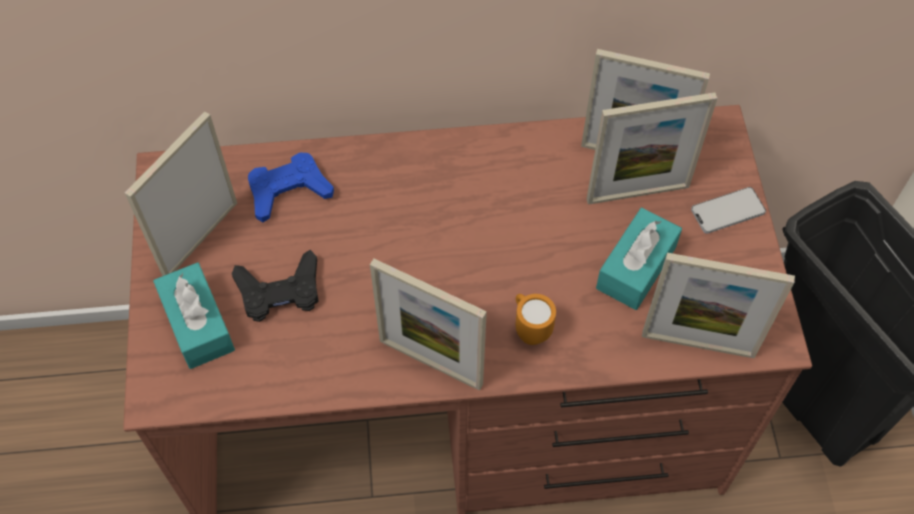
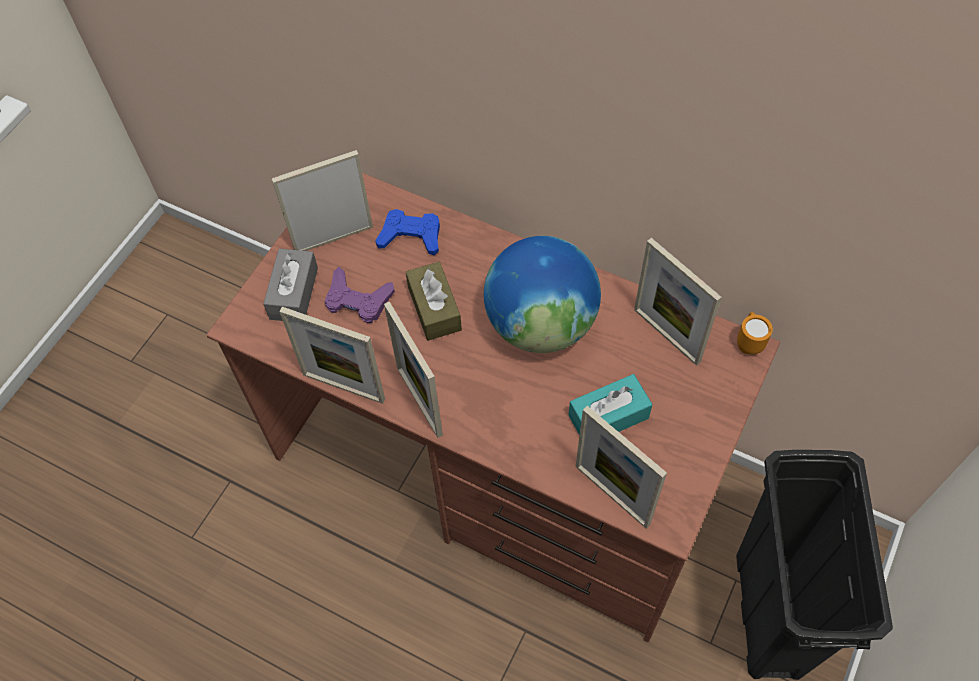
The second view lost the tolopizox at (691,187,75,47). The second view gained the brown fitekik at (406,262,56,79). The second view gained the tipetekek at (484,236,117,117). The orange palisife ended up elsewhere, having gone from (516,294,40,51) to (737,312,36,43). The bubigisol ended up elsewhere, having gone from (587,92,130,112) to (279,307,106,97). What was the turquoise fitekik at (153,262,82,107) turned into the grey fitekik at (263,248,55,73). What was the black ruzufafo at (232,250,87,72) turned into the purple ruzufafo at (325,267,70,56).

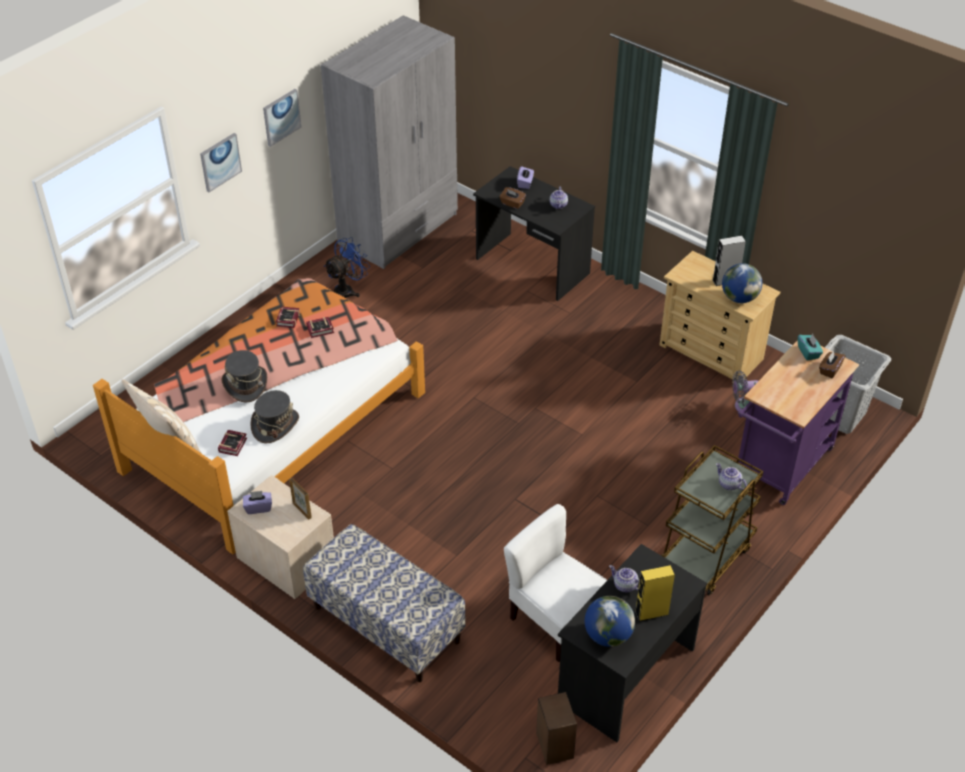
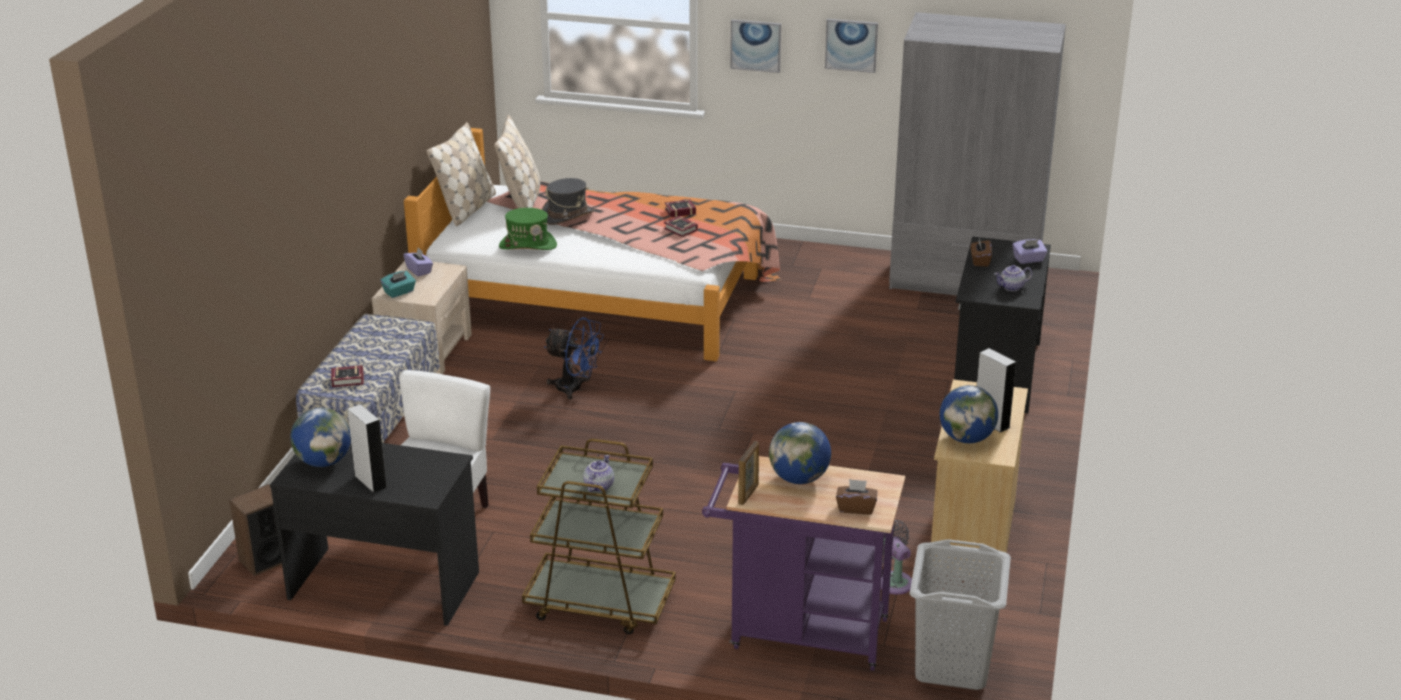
The second view lost the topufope at (609,565,31,28). The second view gained the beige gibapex at (494,115,46,93). The second view gained the tipetekek at (769,422,62,62). The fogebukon ended up elsewhere, having gone from (218,430,29,26) to (331,365,33,22). The bubigisol ended up elsewhere, having gone from (289,478,23,42) to (738,441,21,64). The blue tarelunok ended up elsewhere, having gone from (324,237,46,61) to (544,317,60,83). The turquoise fitekik ended up elsewhere, having gone from (798,334,25,26) to (381,271,35,27). What was the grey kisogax at (250,390,49,53) turned into the green kisogax at (499,208,58,42). What was the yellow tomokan at (635,565,40,56) turned into the grey tomokan at (347,404,40,89).

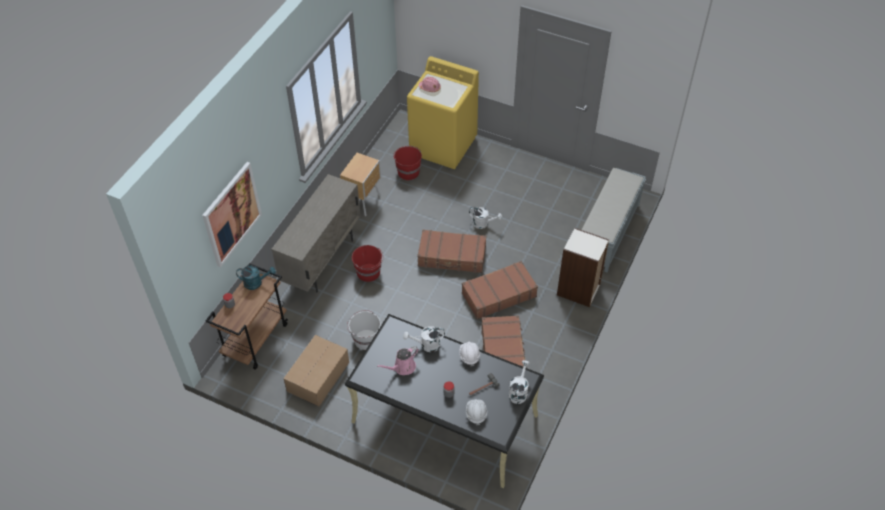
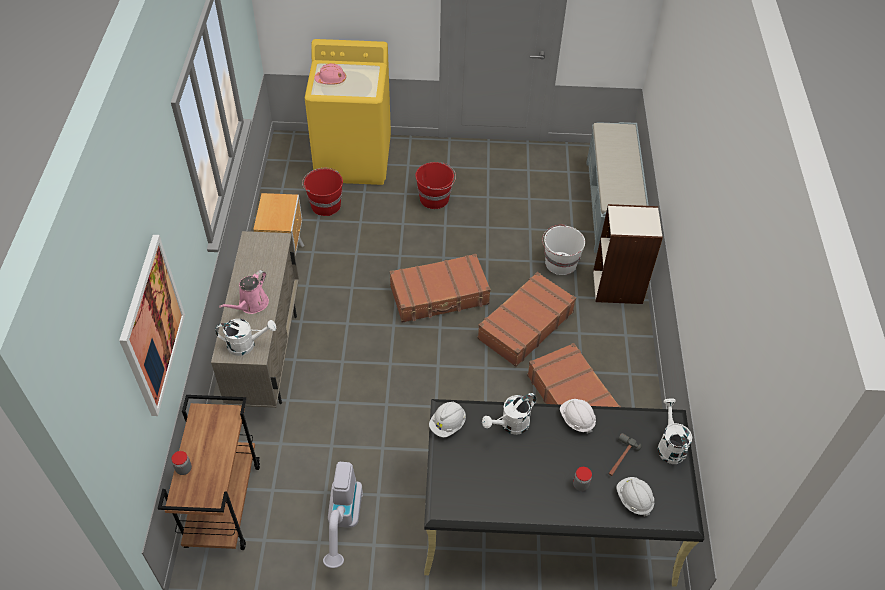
The second view lost the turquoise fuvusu at (236,266,40,24). The second view gained the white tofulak at (429,402,37,35). The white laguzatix ended up elsewhere, having gone from (347,310,34,40) to (542,225,43,50). The red laguzatix ended up elsewhere, having gone from (352,245,32,37) to (415,162,41,47). The pink fuvusu ended up elsewhere, having gone from (377,346,42,29) to (219,270,50,44). The white fuvusu ended up elsewhere, having gone from (469,207,33,22) to (215,319,61,37). Where the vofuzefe stood at (283,335,66,72), the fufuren came to stand at (323,462,40,106).

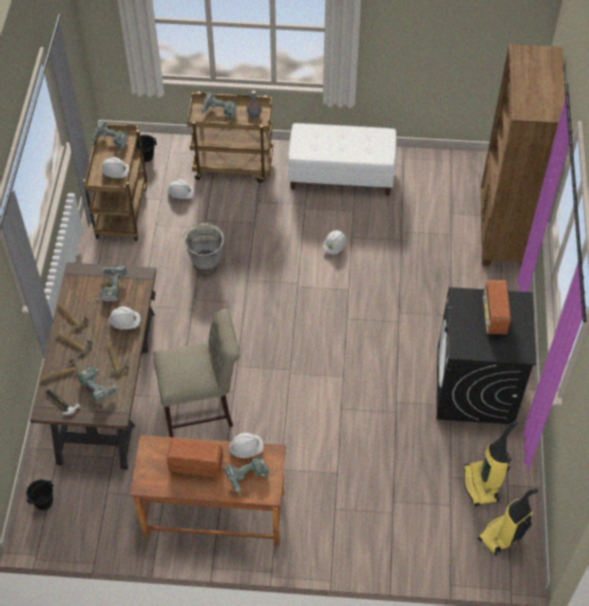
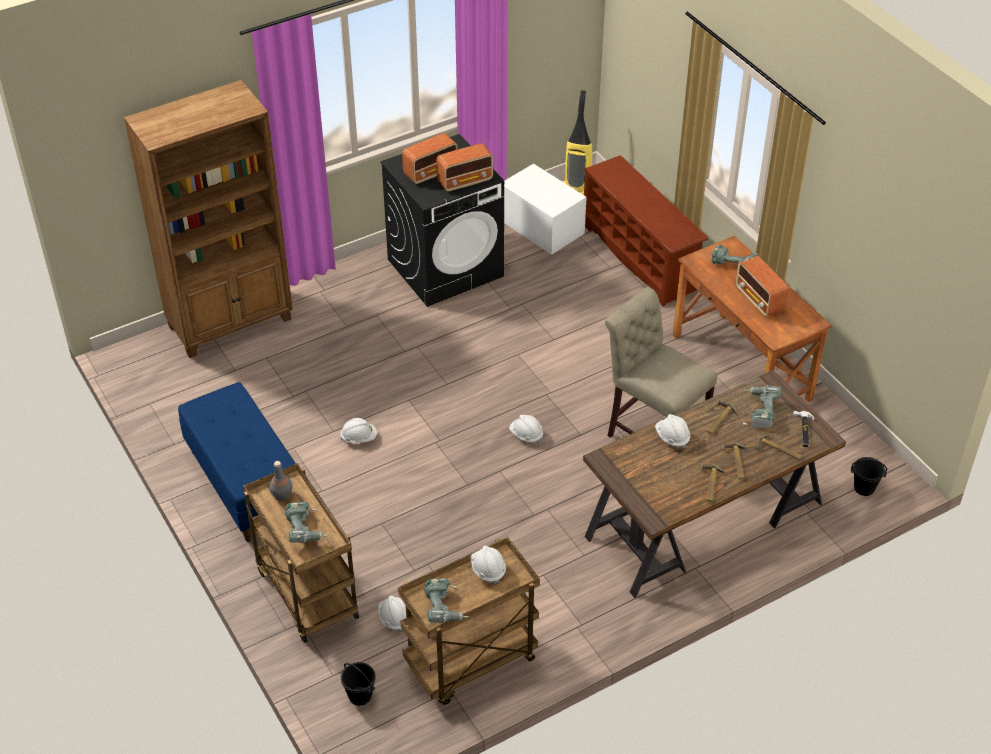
The second view lost the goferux at (96,266,30,35). The second view lost the grey laguzatix at (183,220,43,53). The second view gained the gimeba at (436,143,57,49). The second view gained the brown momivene at (583,155,125,152). The white tofulak ended up elsewhere, having gone from (229,433,35,25) to (509,415,34,28). Where the fufuren stood at (463,421,54,85), the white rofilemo came to stand at (504,164,83,91). What was the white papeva at (288,123,109,72) turned into the blue papeva at (178,382,118,160).

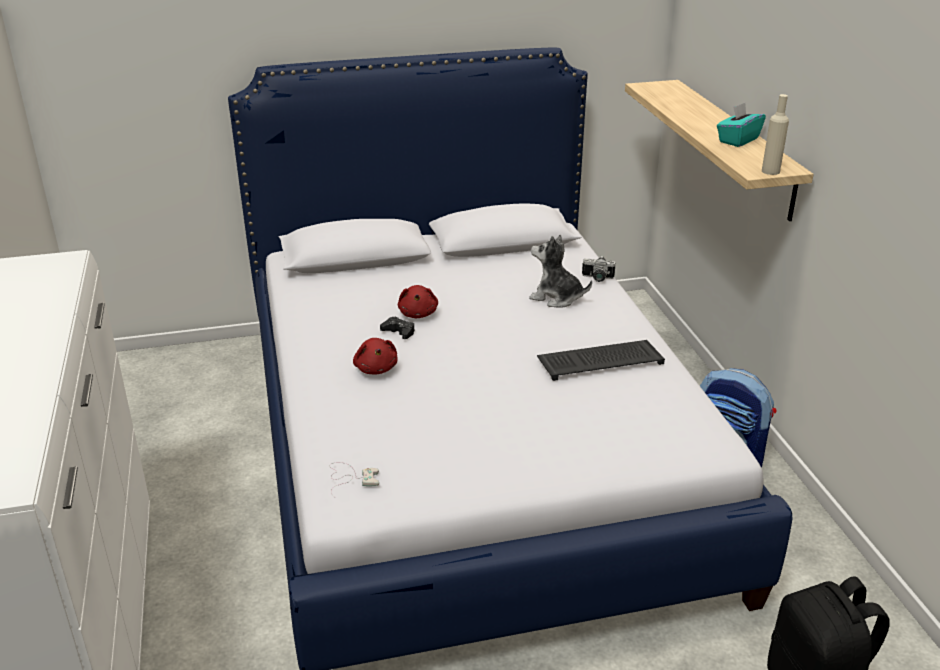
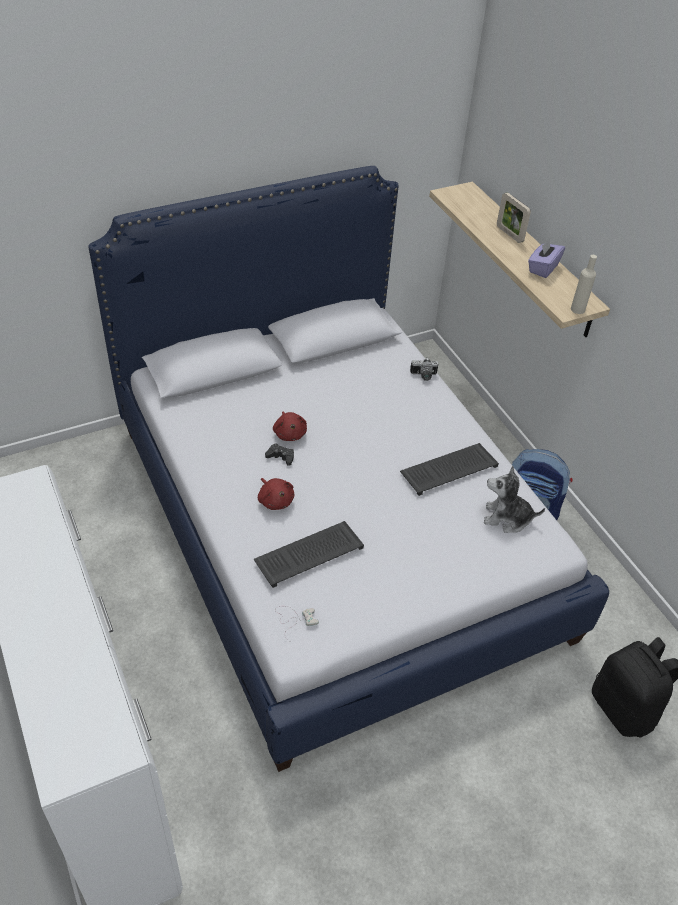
The second view gained the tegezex at (254,521,110,67). The second view gained the bubigisol at (497,192,34,51). The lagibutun ended up elsewhere, having gone from (529,235,63,73) to (484,466,61,67). What was the turquoise fitekik at (717,103,49,44) turned into the purple fitekik at (528,238,37,40).

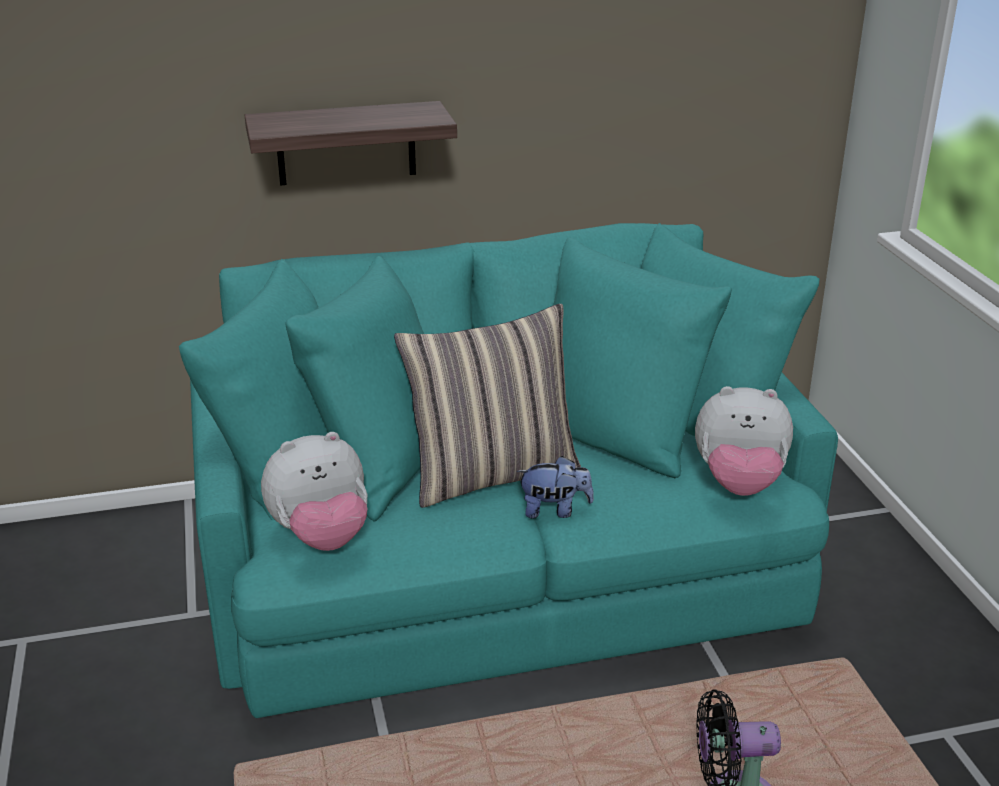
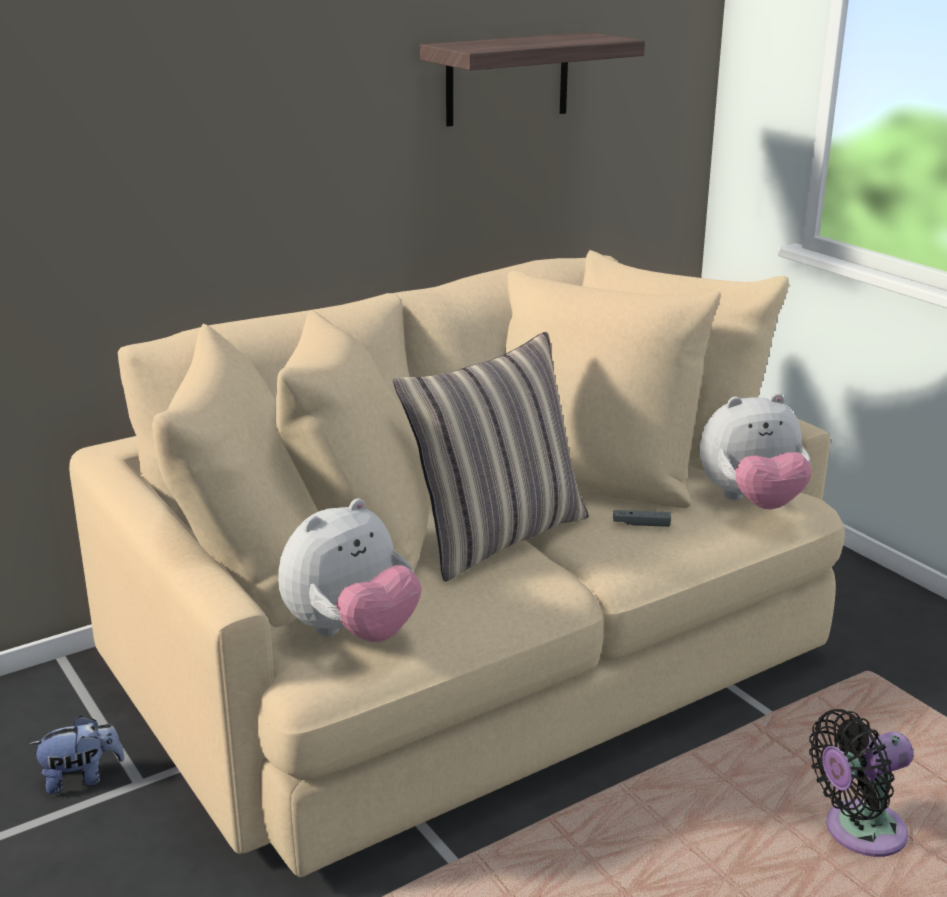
The second view gained the grey ruzufafo at (613,510,58,17). The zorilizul ended up elsewhere, having gone from (245,101,212,85) to (420,32,225,95). The lagibutun ended up elsewhere, having gone from (517,456,77,62) to (28,716,97,78). What was the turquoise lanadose at (179,223,659,495) turned into the beige lanadose at (69,250,776,627).

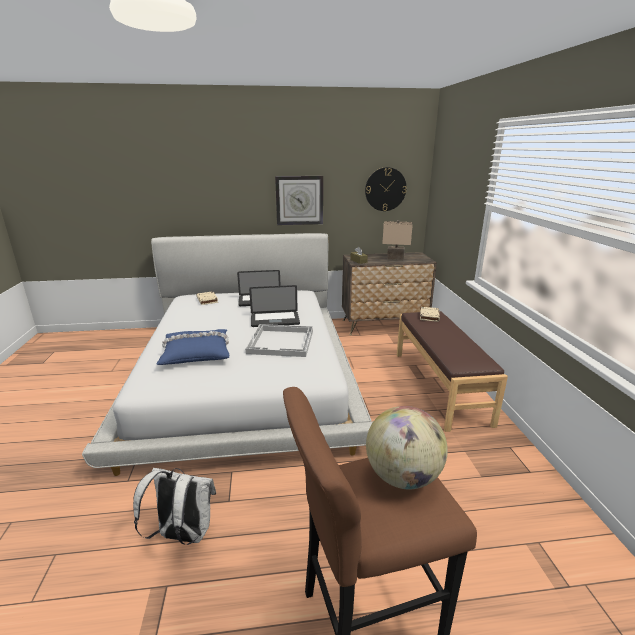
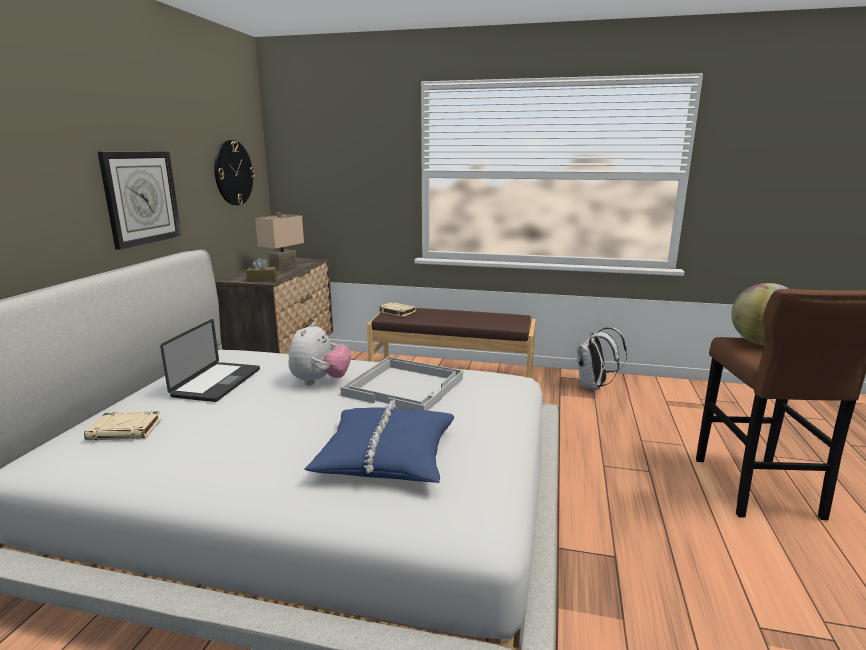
The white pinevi ended up elsewhere, having gone from (133,468,83,77) to (577,327,50,63). Where the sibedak stood at (249,285,51,42), the lagibutun came to stand at (288,322,63,63).

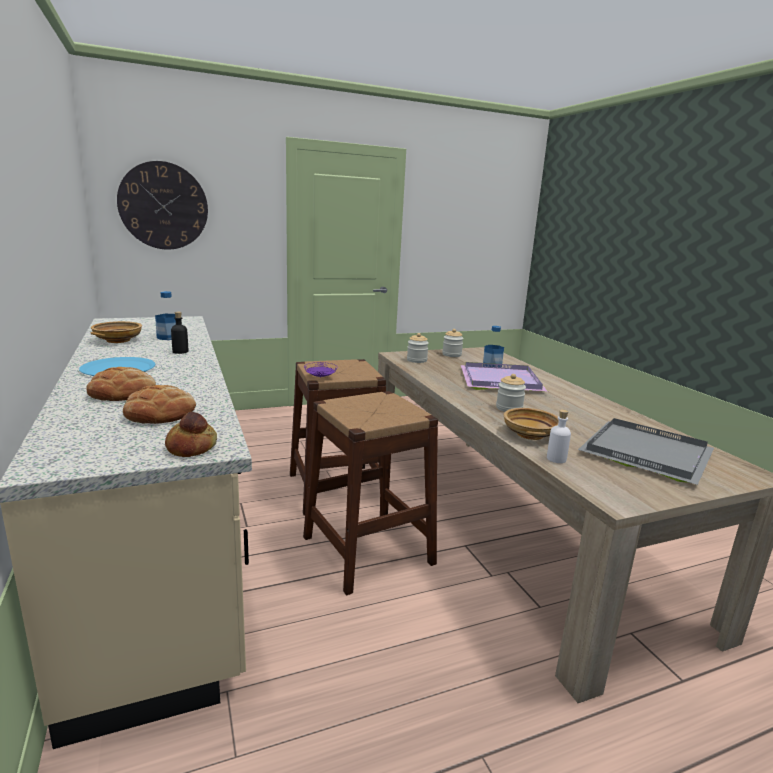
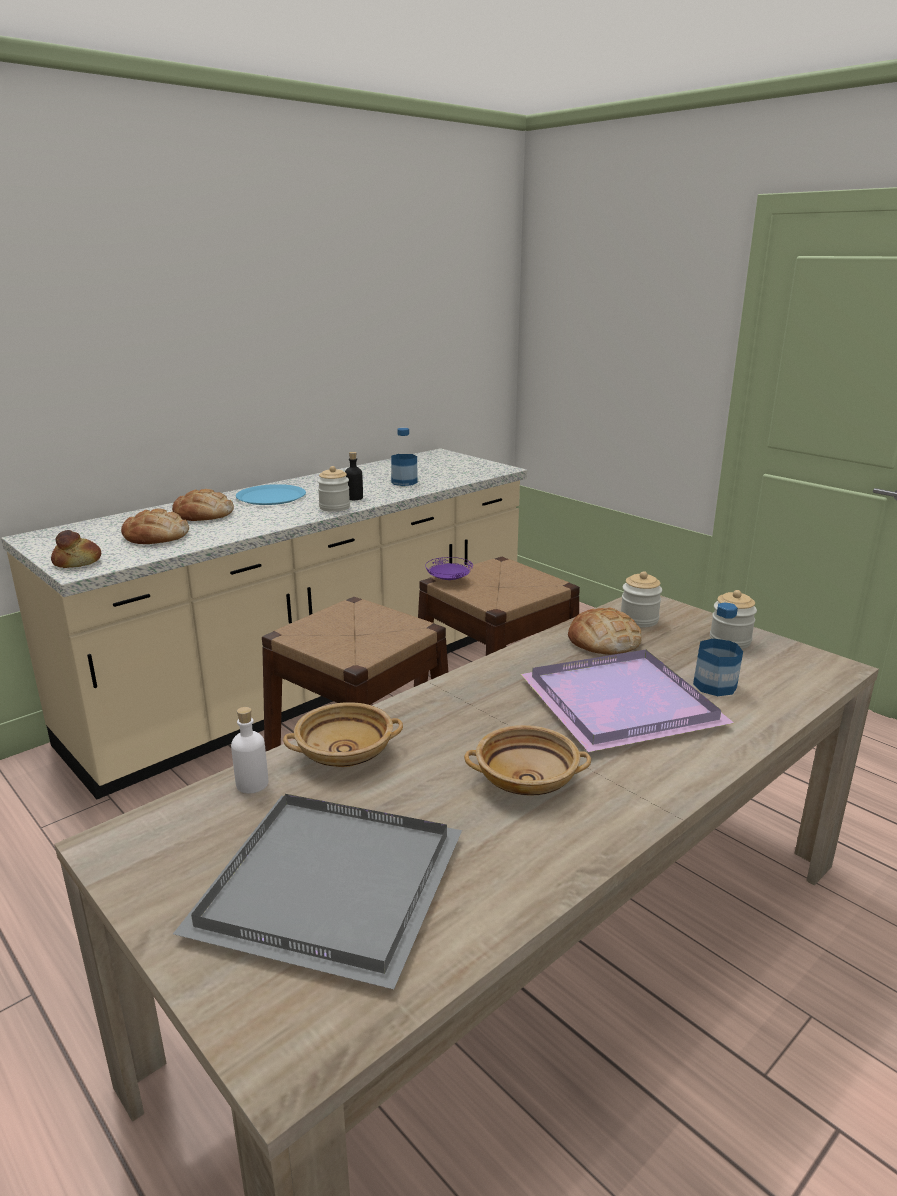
The second view lost the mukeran at (117,161,91,89). The second view gained the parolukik at (568,607,74,48). The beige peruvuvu ended up elsewhere, having gone from (91,321,51,22) to (464,725,127,71). The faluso ended up elsewhere, having gone from (496,374,30,38) to (317,466,33,46).

